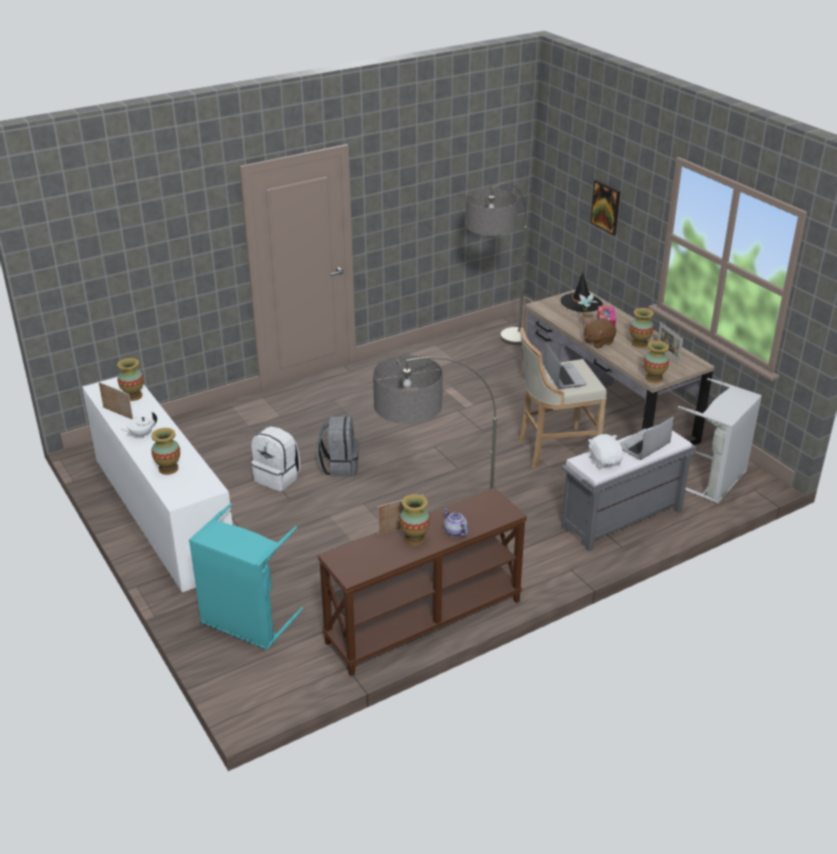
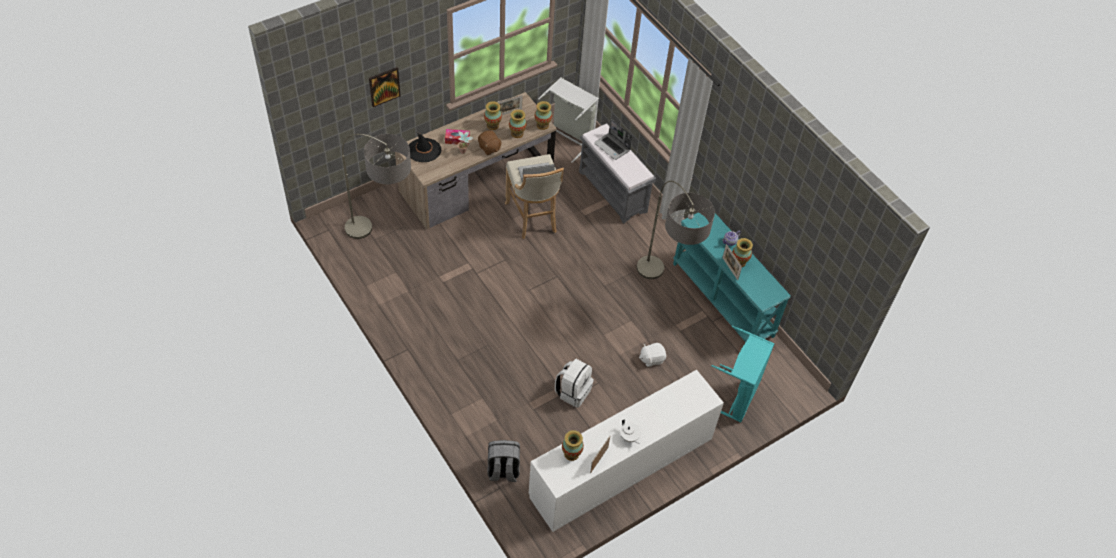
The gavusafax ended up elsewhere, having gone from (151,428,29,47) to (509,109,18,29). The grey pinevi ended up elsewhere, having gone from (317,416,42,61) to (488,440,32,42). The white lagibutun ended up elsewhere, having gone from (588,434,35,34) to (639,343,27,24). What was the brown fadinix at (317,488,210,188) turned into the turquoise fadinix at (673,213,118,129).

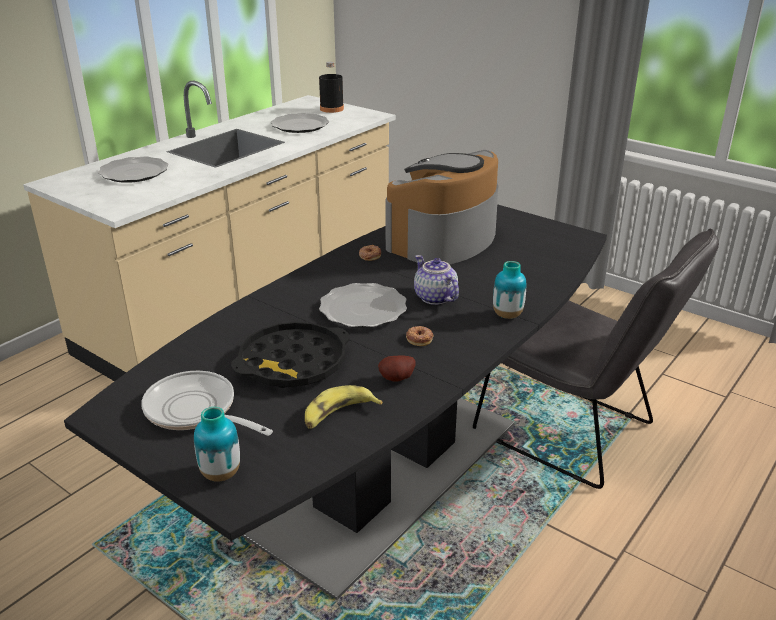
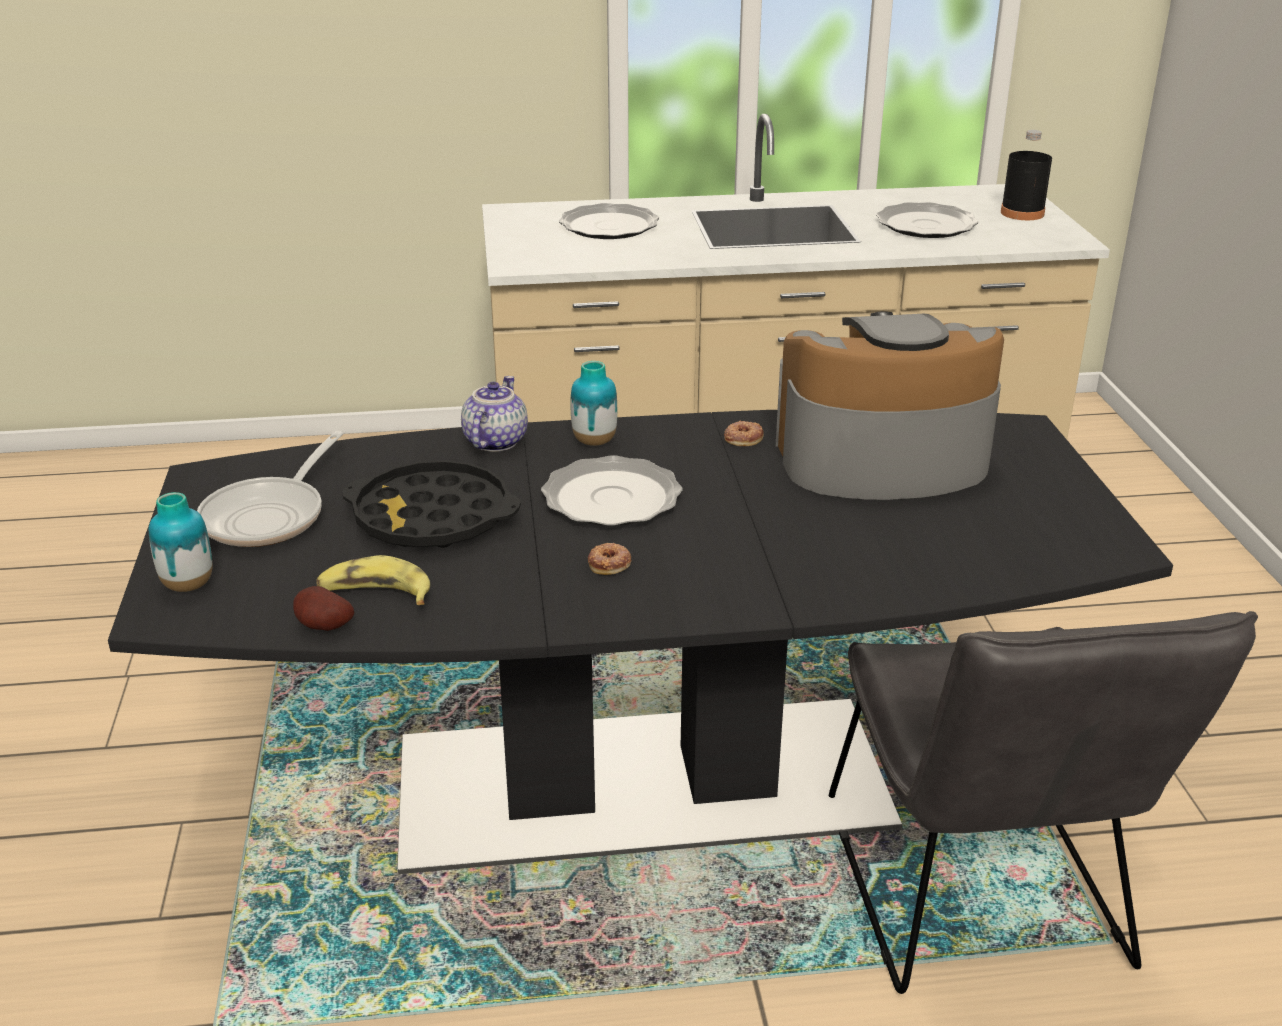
The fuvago ended up elsewhere, having gone from (378,355,38,27) to (293,586,61,45). The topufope ended up elsewhere, having gone from (414,255,45,50) to (461,376,67,76). The gavusafax ended up elsewhere, having gone from (493,261,33,58) to (571,361,46,85). The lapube at (141,371,132,65) ended up facing another way, 150 degrees counterclockwise from before.

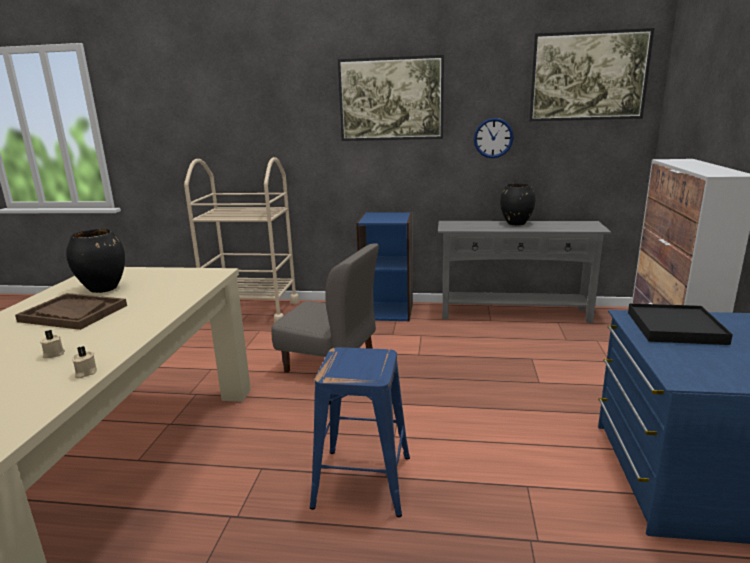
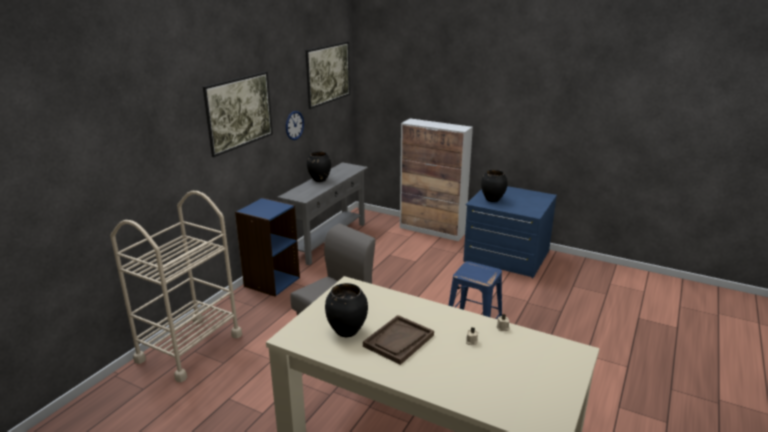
Where the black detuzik stood at (628,303,105,42), the black gavusafax came to stand at (481,170,27,32).

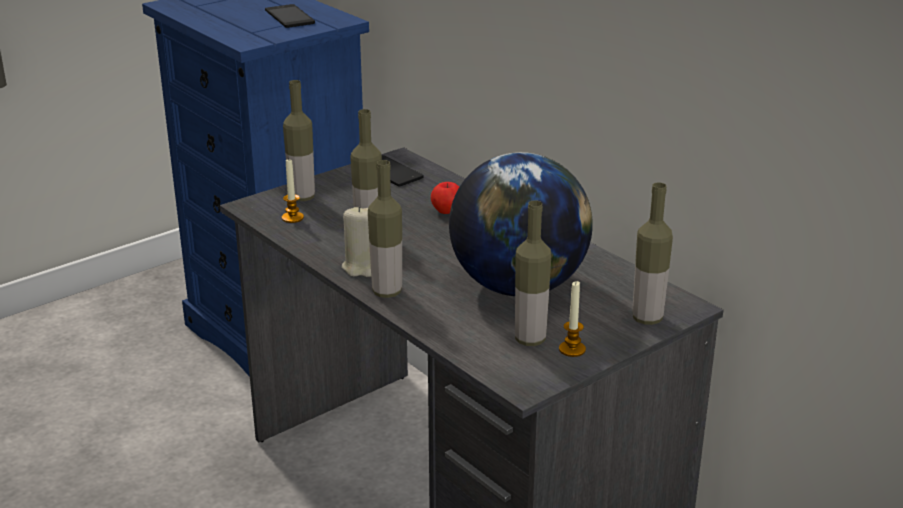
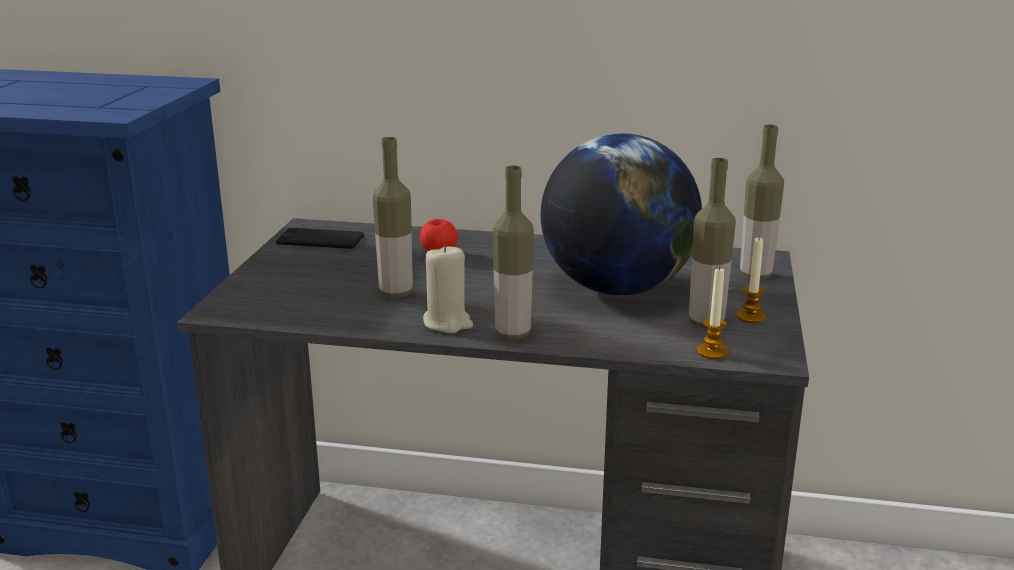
The second view lost the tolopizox at (265,4,50,24). The second view lost the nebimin at (283,80,32,121). The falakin ended up elsewhere, having gone from (282,158,22,65) to (697,267,31,92).

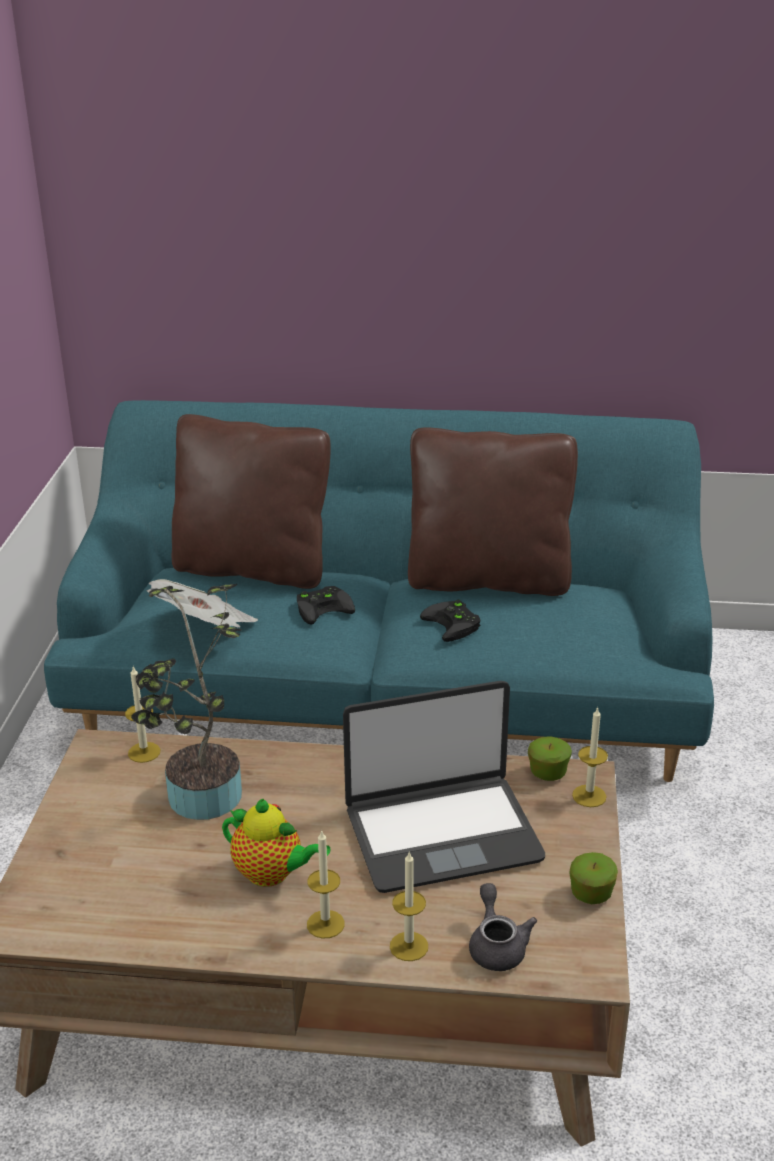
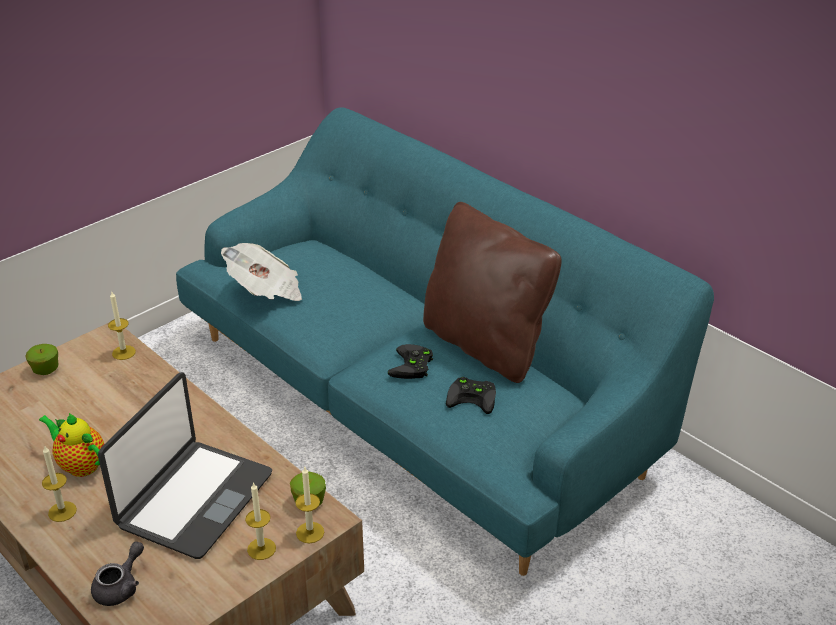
The second view lost the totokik at (131,584,111,236). The second view lost the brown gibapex at (172,414,159,175). The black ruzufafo ended up elsewhere, having gone from (297,586,58,38) to (446,377,50,37). The falakin ended up elsewhere, having gone from (390,851,38,110) to (245,482,31,78). The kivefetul ended up elsewhere, having gone from (569,852,49,52) to (25,344,33,31). The topufope at (222,799,108,88) ended up facing another way, 150 degrees clockwise from before. The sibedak at (343,681,202,212) ended up facing another way, 90 degrees counterclockwise from before.

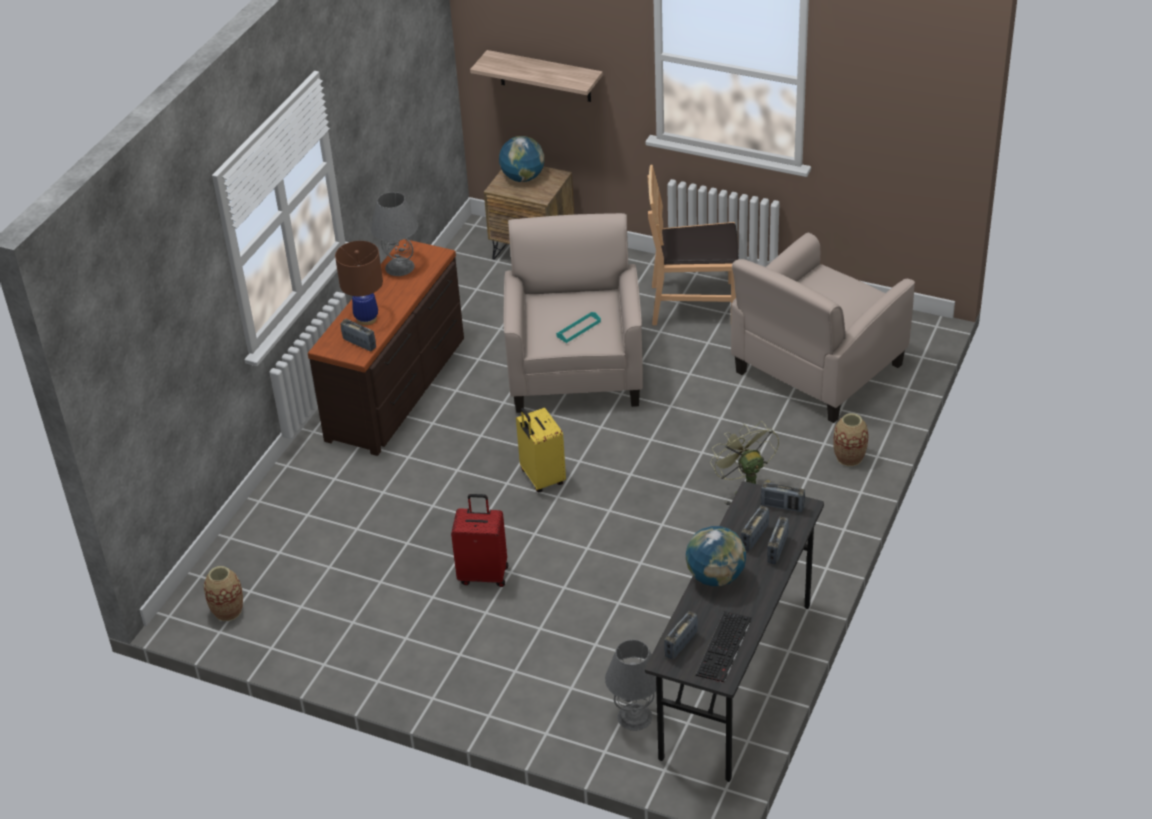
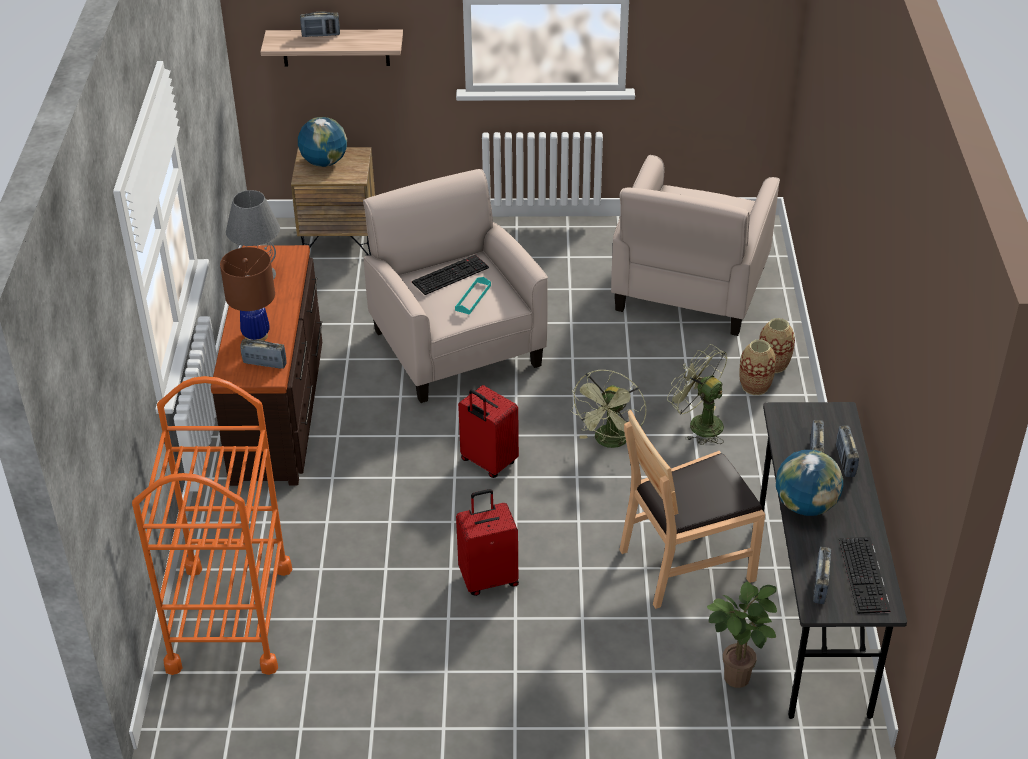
The second view gained the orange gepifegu at (132,376,160,299). The second view gained the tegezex at (412,254,77,41). The second view gained the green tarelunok at (570,370,77,78). The gavusafax ended up elsewhere, having gone from (204,566,39,55) to (739,339,38,56). The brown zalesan ended up elsewhere, having gone from (648,165,90,160) to (619,410,146,199). The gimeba ended up elsewhere, having gone from (761,482,44,30) to (300,11,40,26). Where the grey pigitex stood at (605,640,52,91), the totokik came to stand at (707,581,70,107). What was the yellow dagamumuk at (516,408,50,84) turned into the red dagamumuk at (458,385,61,93).

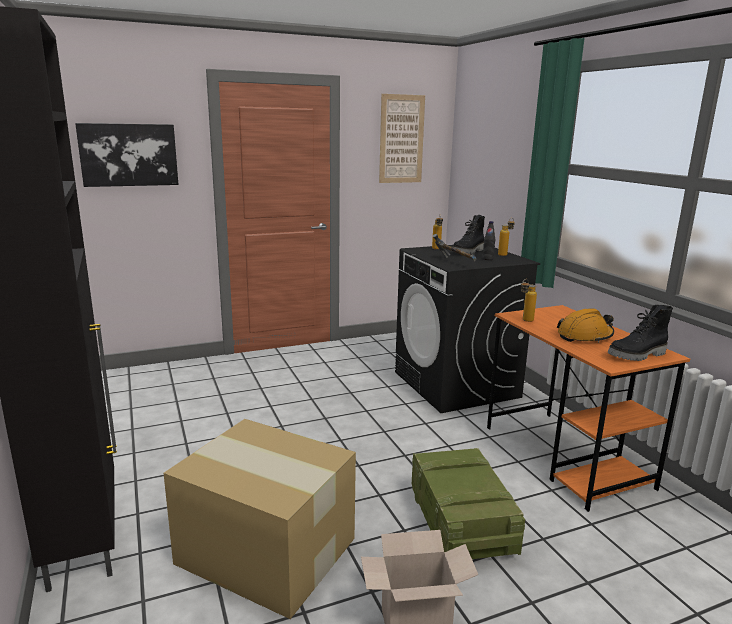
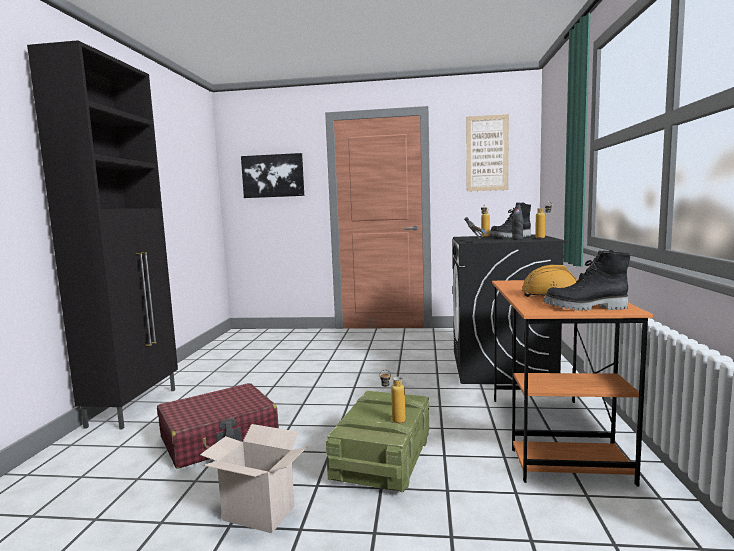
The nebimin ended up elsewhere, having gone from (521,279,16,43) to (379,370,26,53). Where the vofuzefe stood at (164,419,192,200), the red dagamumuk came to stand at (157,383,122,86).

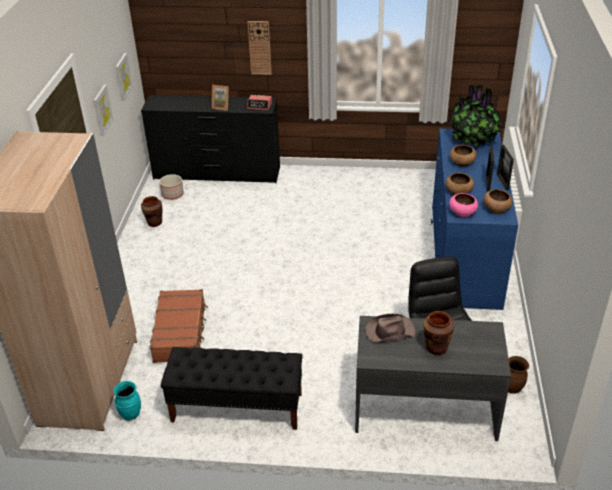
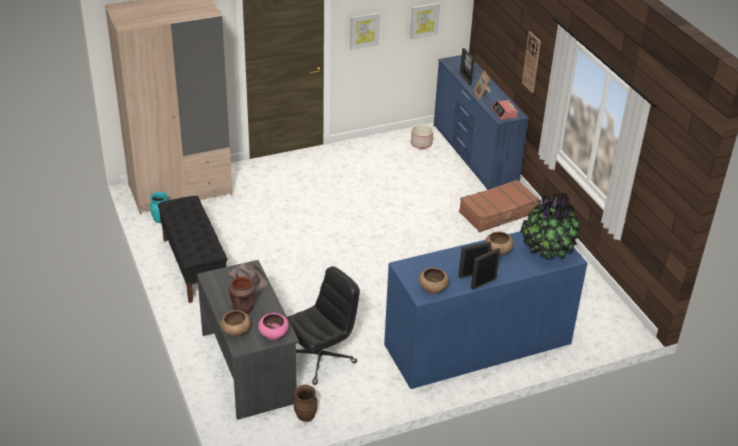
The second view lost the brown gavusafax at (141,196,21,31). The second view gained the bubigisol at (460,48,14,37). The brown dagamumuk ended up elsewhere, having gone from (150,289,58,74) to (459,180,80,52). The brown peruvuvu ended up elsewhere, having gone from (445,173,29,22) to (220,310,31,27). The pink peruvuvu ended up elsewhere, having gone from (449,193,29,24) to (258,313,31,27). What was the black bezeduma at (141,95,139,88) turned into the blue bezeduma at (434,55,95,135).

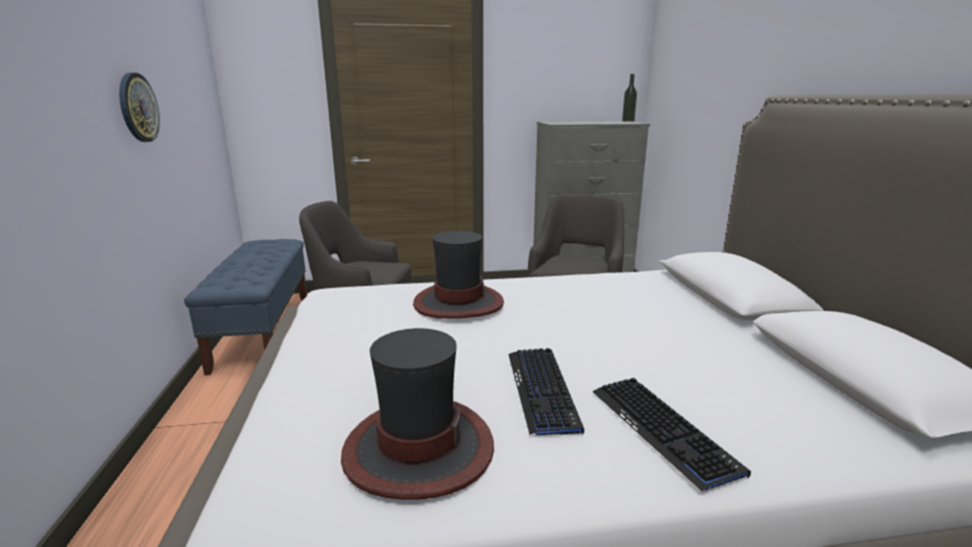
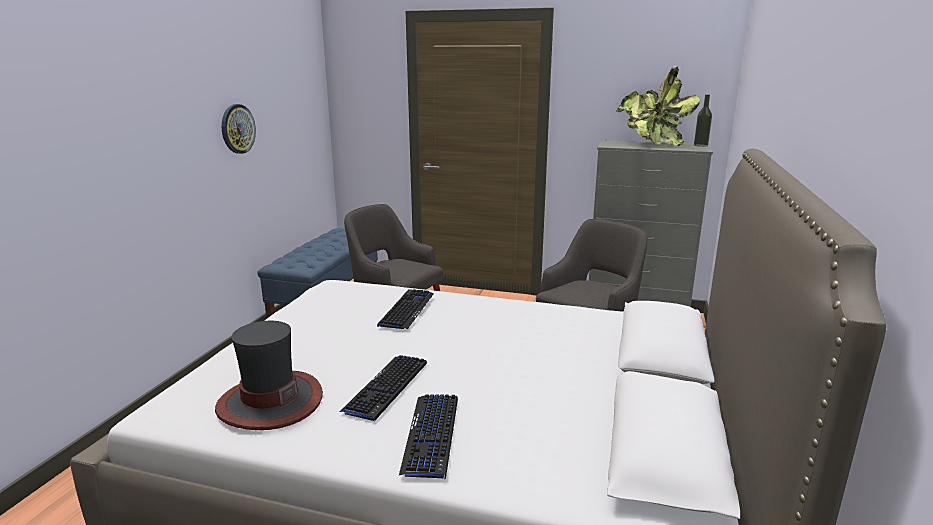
The second view gained the totokik at (616,66,84,80). Where the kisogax stood at (413,231,91,88), the tegezex came to stand at (377,289,57,40).

